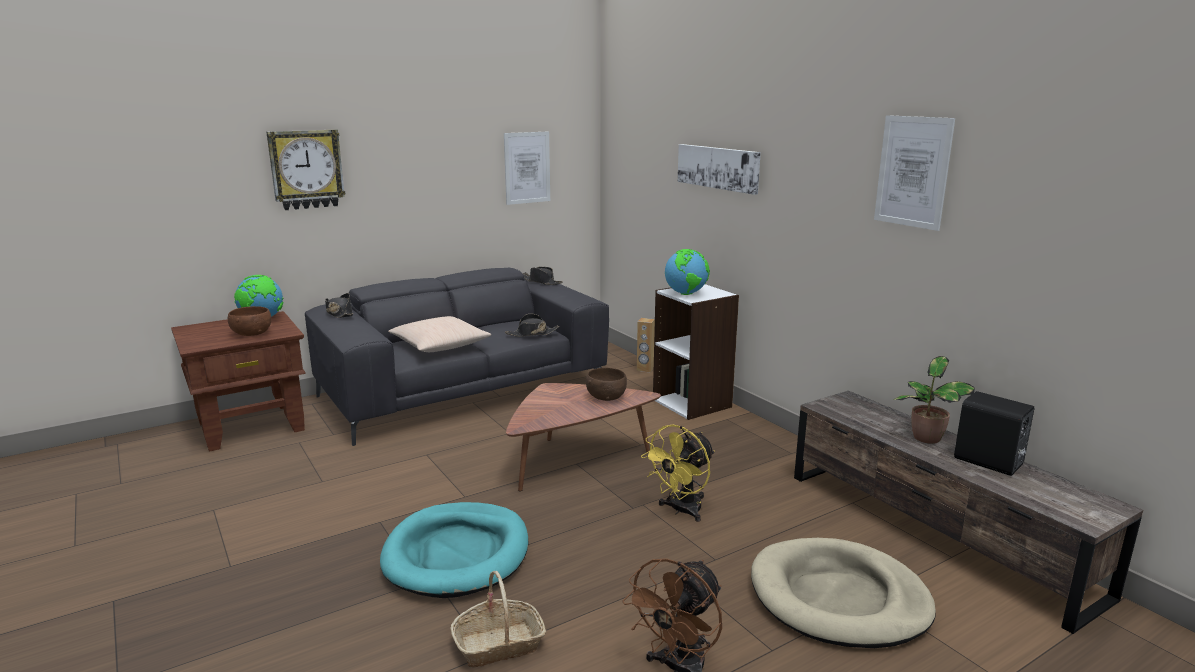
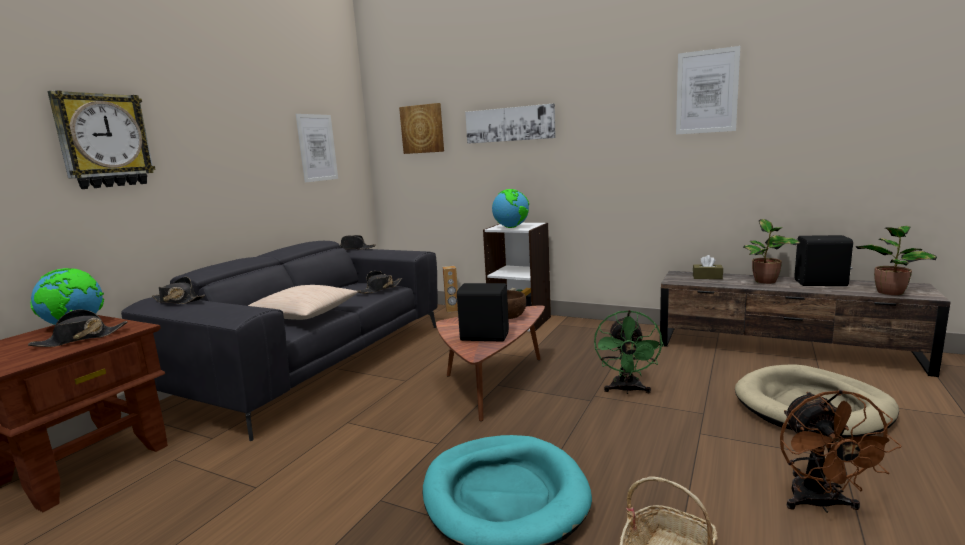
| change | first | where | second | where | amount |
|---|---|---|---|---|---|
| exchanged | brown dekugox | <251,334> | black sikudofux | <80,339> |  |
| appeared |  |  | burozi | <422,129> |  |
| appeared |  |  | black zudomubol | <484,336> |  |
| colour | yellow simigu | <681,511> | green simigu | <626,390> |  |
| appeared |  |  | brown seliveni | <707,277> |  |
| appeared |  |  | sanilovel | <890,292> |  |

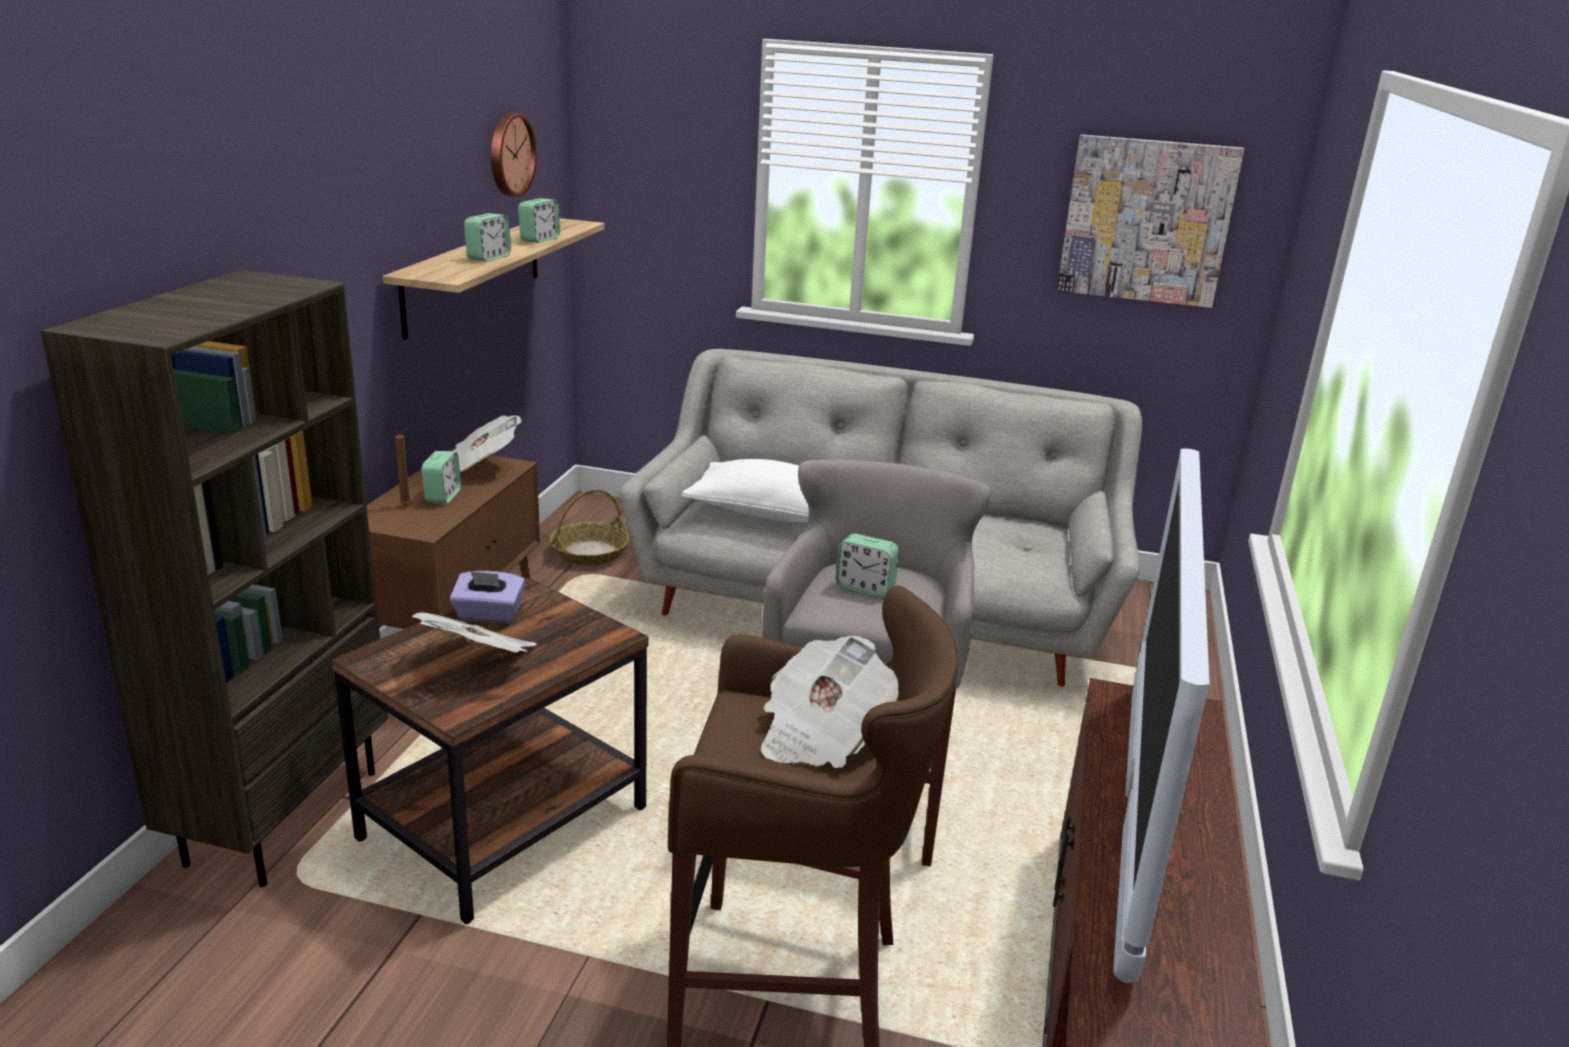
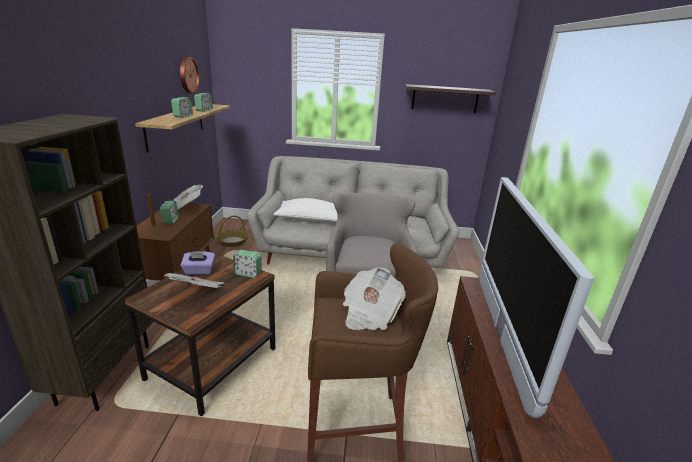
| change | first | where | second | where | amount |
|---|---|---|---|---|---|
| relocated | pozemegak | <865,587> |  | <248,273> |  |
| exchanged | burozi | <1146,221> | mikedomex | <445,99> |  |

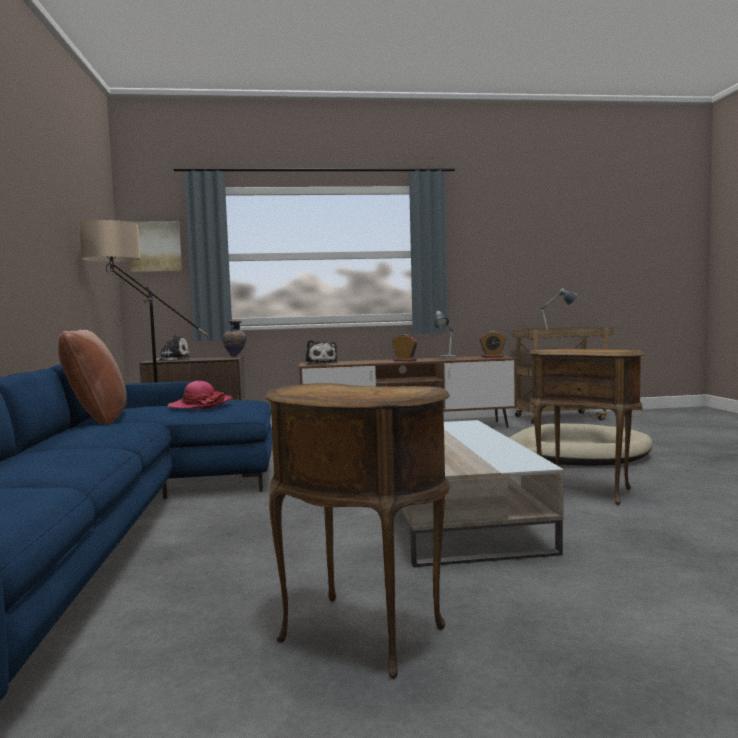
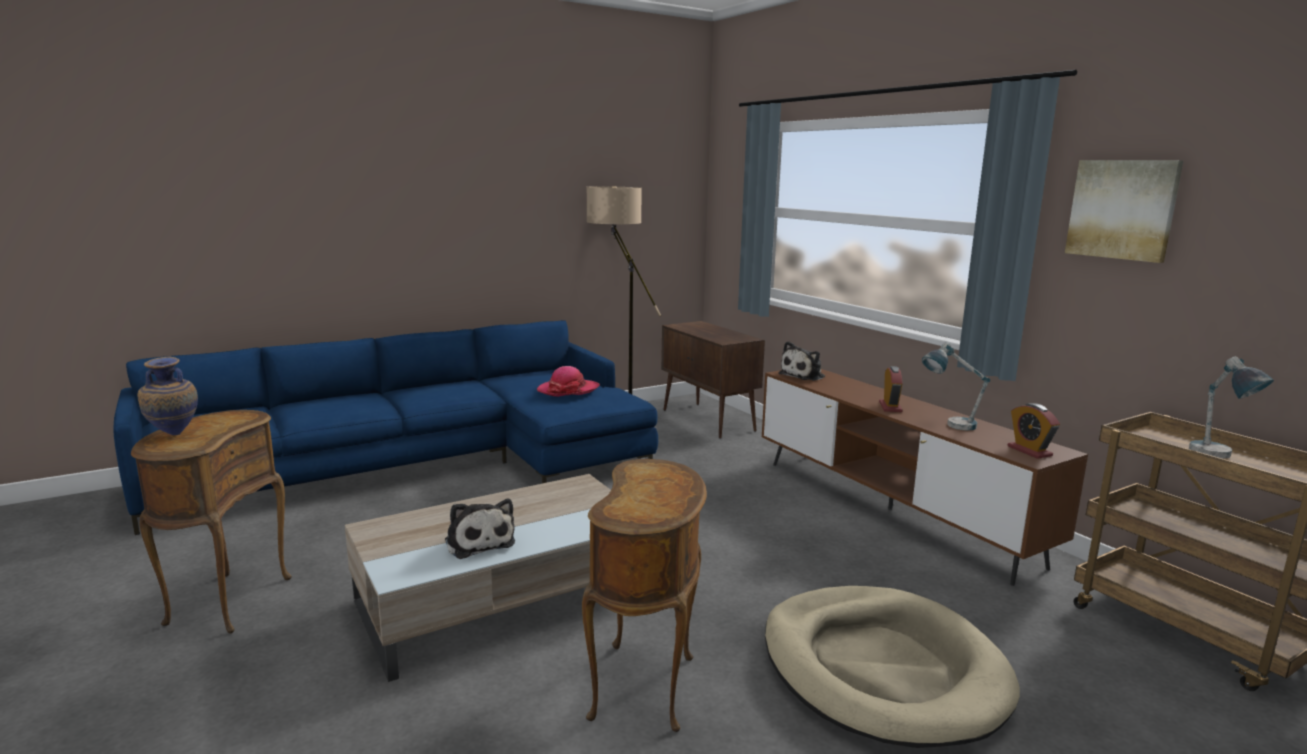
| change | first | where | second | where | amount |
|---|---|---|---|---|---|
| relocated | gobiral | <235,357> |  | <173,436> |  |
| relocated | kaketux | <172,359> |  | <479,542> |  |
| relocated | burozi | <155,246> |  | <1122,209> |  |
| missing | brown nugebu | <97,420> |  |  |  |

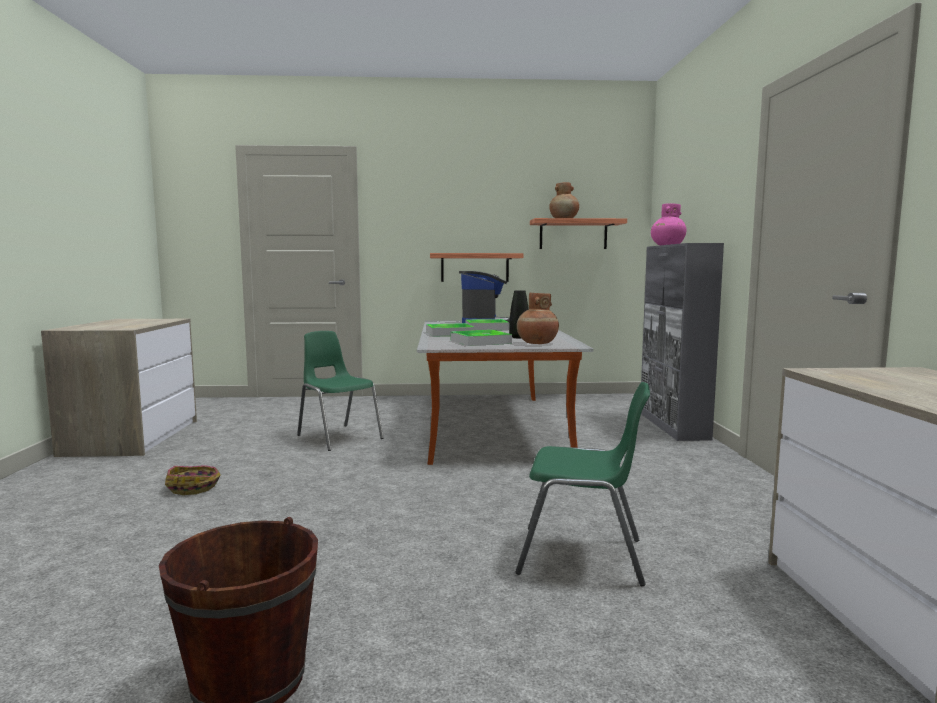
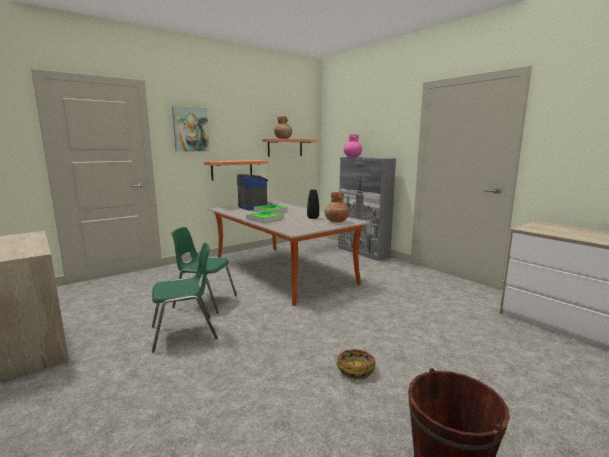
| change | first | where | second | where | amount |
|---|---|---|---|---|---|
| relocated | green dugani | <583,556> |  | <185,333> |  |
| appeared |  |  | burozi | <190,129> |  |
| relocated | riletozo | <194,487> |  | <355,369> |  |
| missing | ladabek | <480,342> |  |  |  |

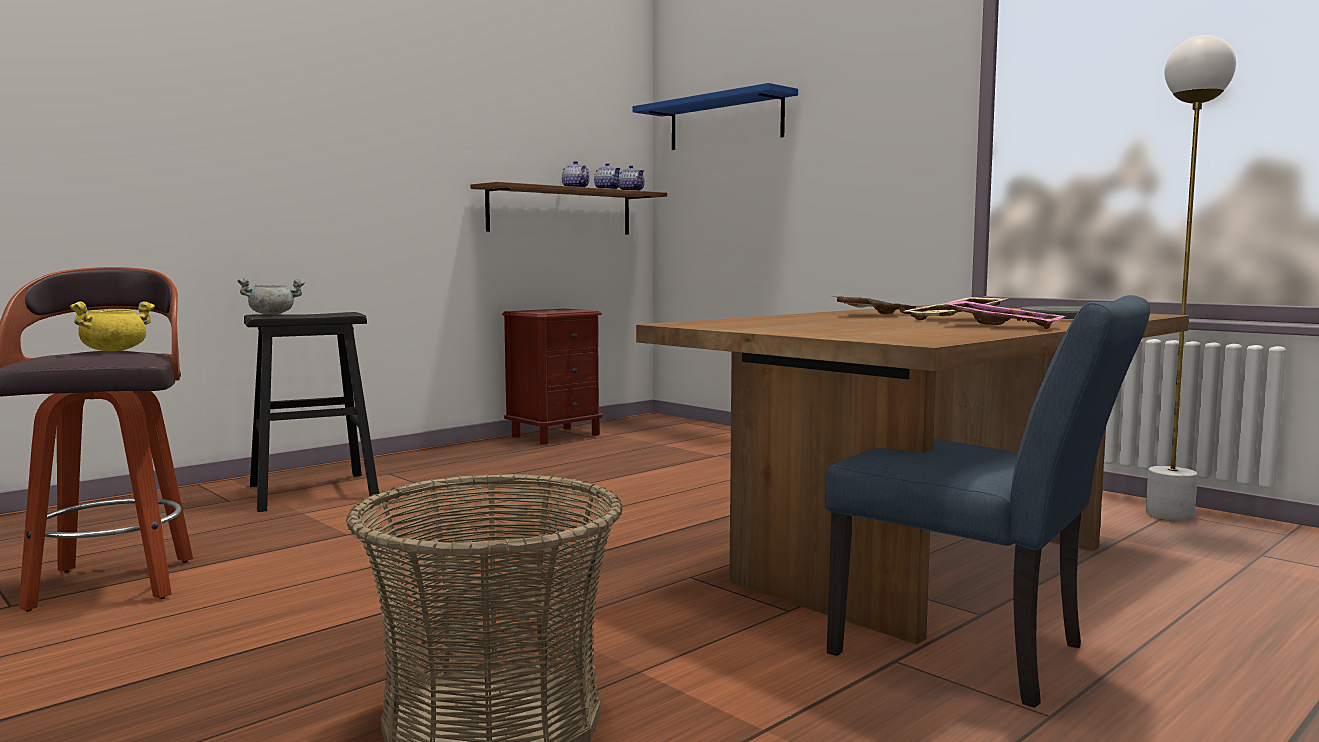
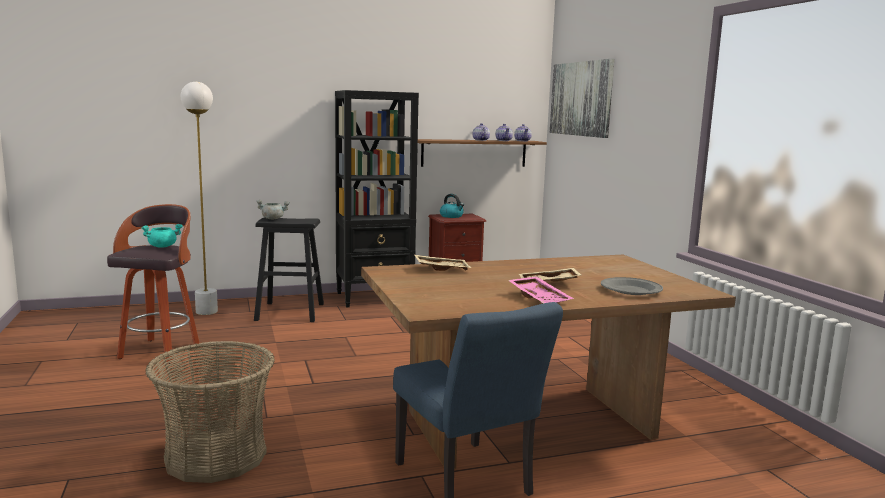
| change | first | where | second | where | amount |
|---|---|---|---|---|---|
| colour | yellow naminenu | <114,350> | turquoise naminenu | <163,246> |  |
| relocated | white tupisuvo | <1170,515> |  | <207,312> |  |
| appeared |  |  | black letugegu | <375,298> |  |
| relocated | beige ladabek | <874,314> |  | <441,269> |  |
| appeared |  |  | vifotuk | <452,216> |  |
| exchanged | blue mikedomex | <725,122> | burozi | <581,99> |  |

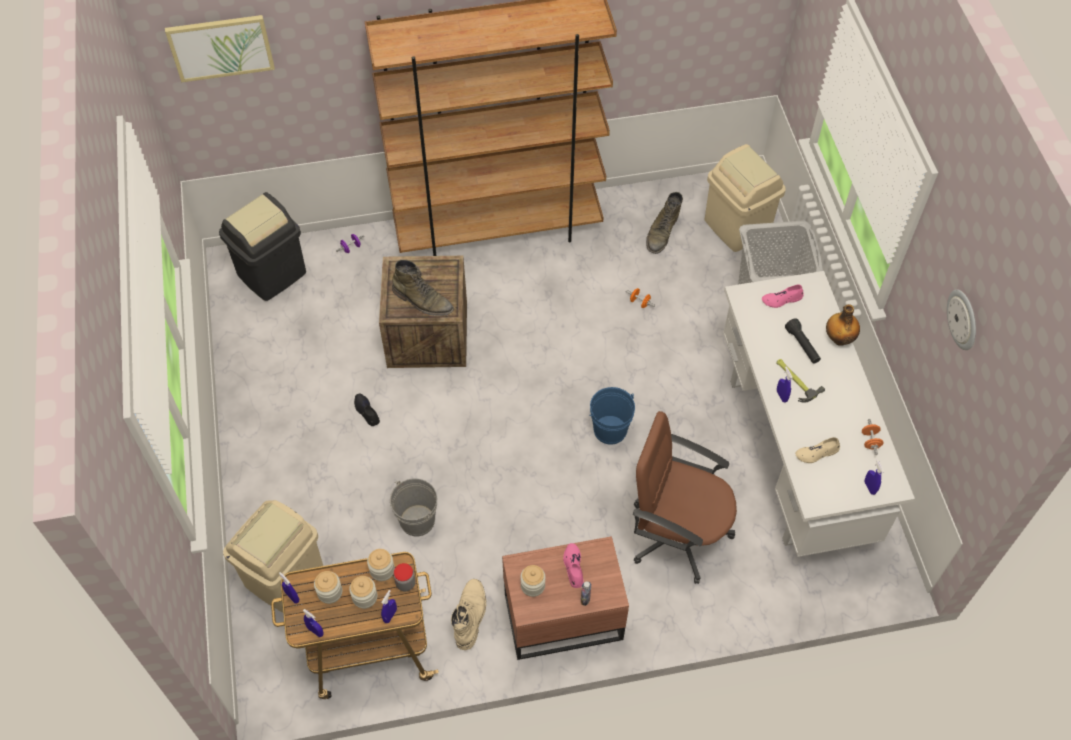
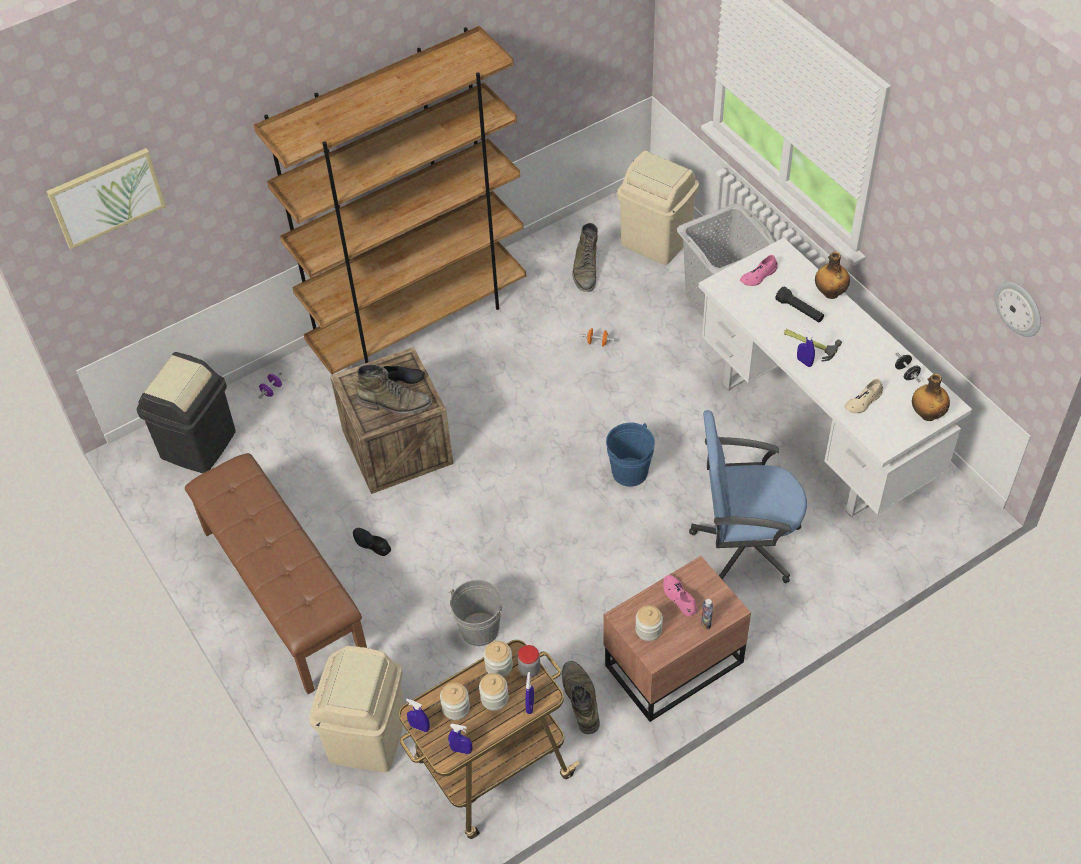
| change | first | where | second | where | amount |
|---|---|---|---|---|---|
| appeared |  |  | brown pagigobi | <282,593> |  |
| appeared |  |  | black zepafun | <402,378> |  |
| colour | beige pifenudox | <470,615> | green pifenudox | <580,699> |  |
| colour | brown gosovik | <677,533> | blue gosovik | <744,544> |  |
| colour | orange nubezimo | <870,441> | black nubezimo | <906,373> |  |
| exchanged | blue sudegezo | <869,487> | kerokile | <927,414> |  |
| relocated | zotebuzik | <963,319> |  | <1019,308> |  |

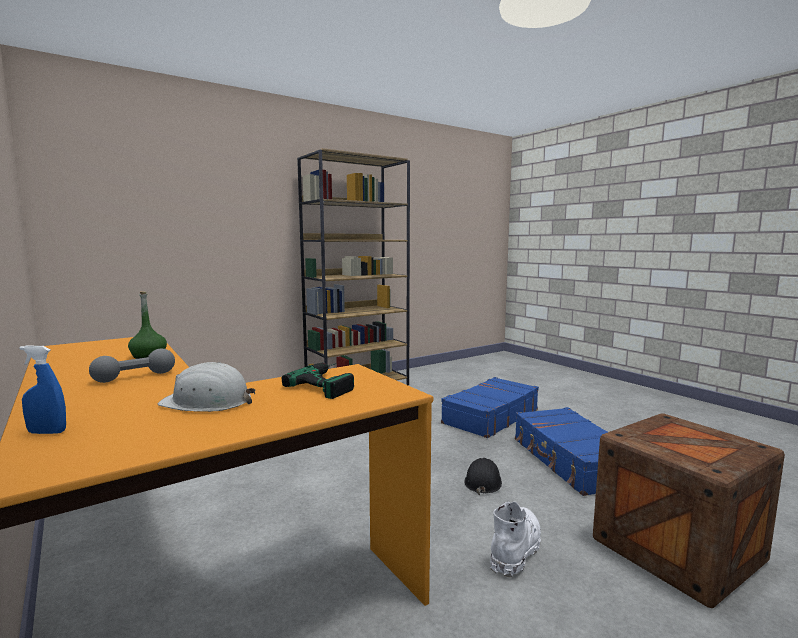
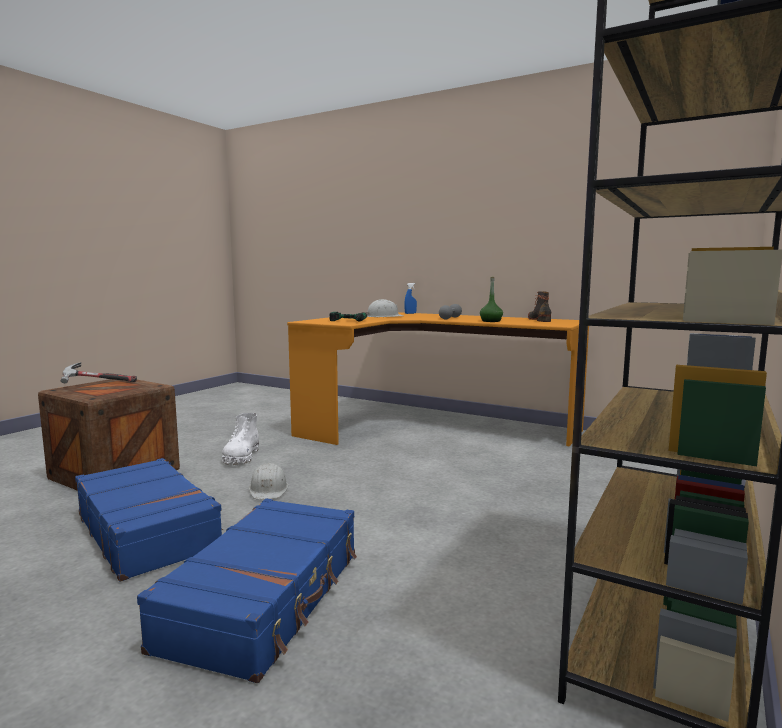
| change | first | where | second | where | amount |
|---|---|---|---|---|---|
| appeared |  |  | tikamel | <98,383> |  |
| colour | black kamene | <483,481> | white kamene | <268,489> |  |
| appeared |  |  | pifenudox | <540,320> |  |

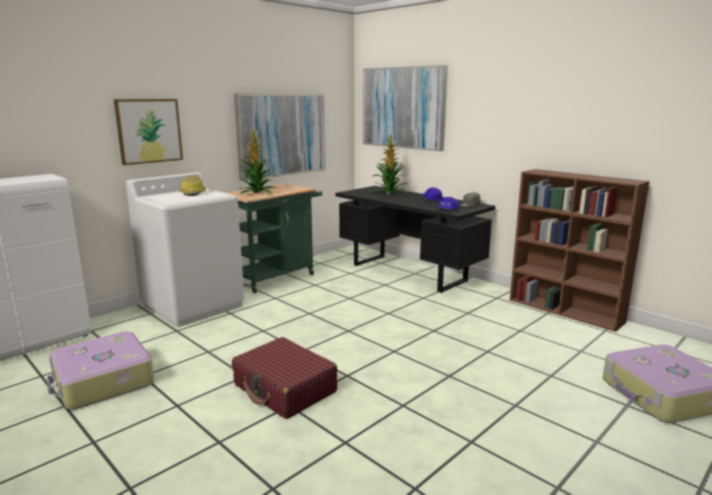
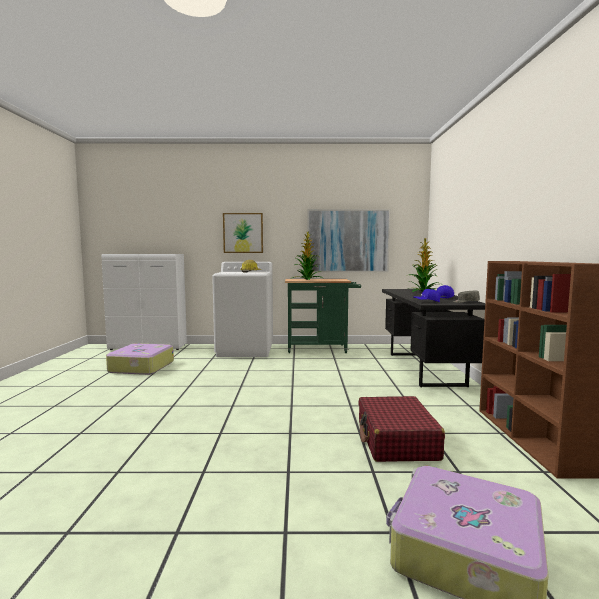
| change | first | where | second | where | amount |
|---|---|---|---|---|---|
| relocated | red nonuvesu | <285,389> |  | <396,440> |  |
| missing | burozi | <403,108> |  |  |  |

